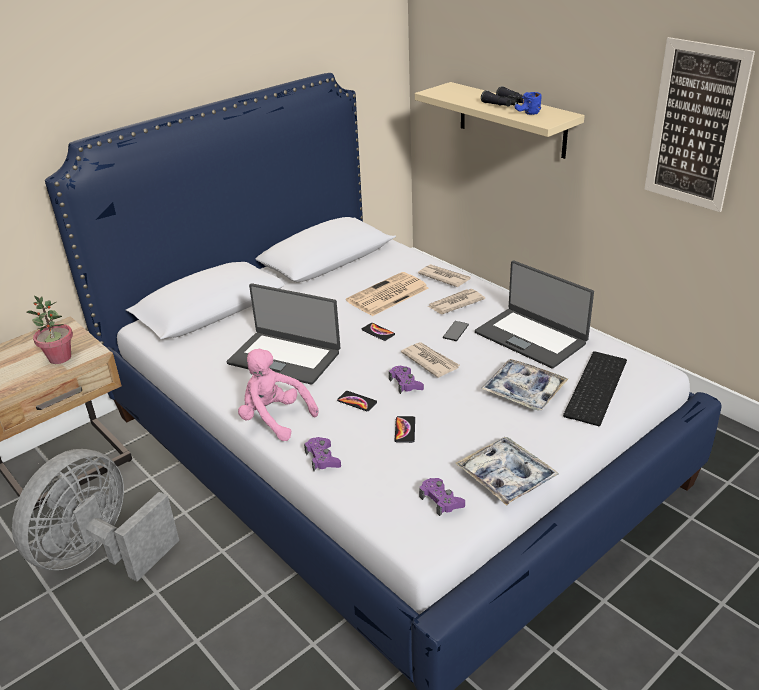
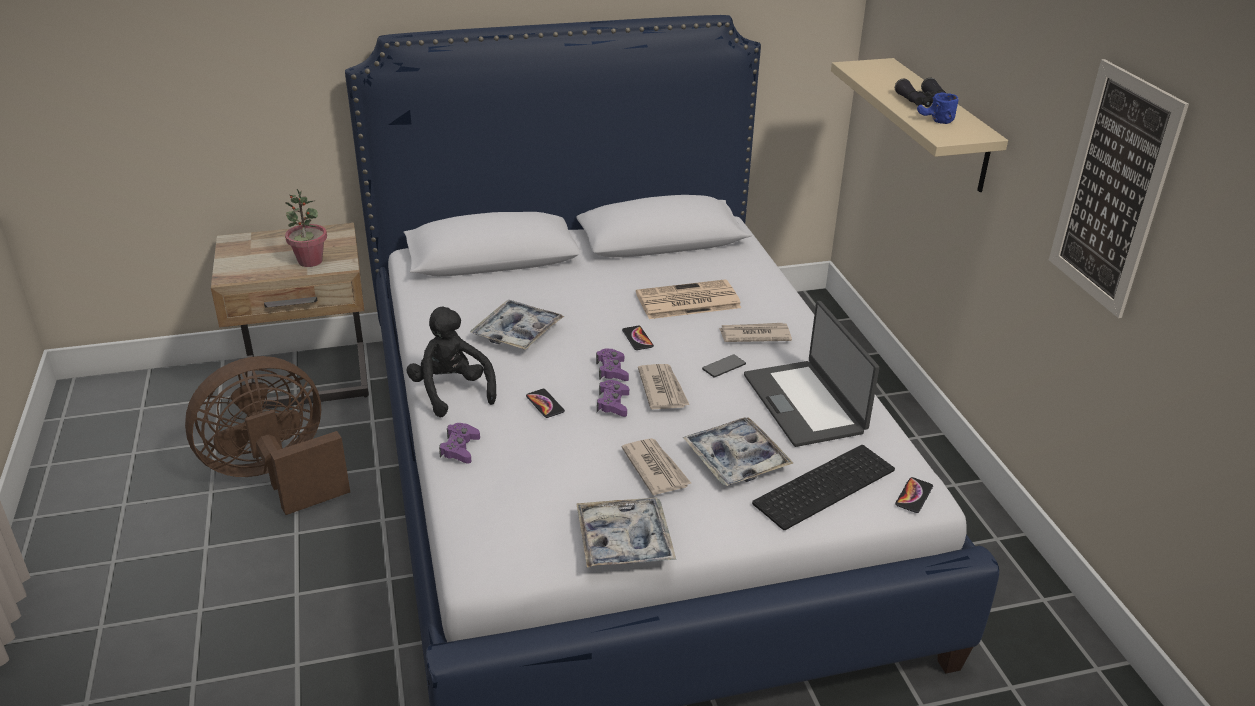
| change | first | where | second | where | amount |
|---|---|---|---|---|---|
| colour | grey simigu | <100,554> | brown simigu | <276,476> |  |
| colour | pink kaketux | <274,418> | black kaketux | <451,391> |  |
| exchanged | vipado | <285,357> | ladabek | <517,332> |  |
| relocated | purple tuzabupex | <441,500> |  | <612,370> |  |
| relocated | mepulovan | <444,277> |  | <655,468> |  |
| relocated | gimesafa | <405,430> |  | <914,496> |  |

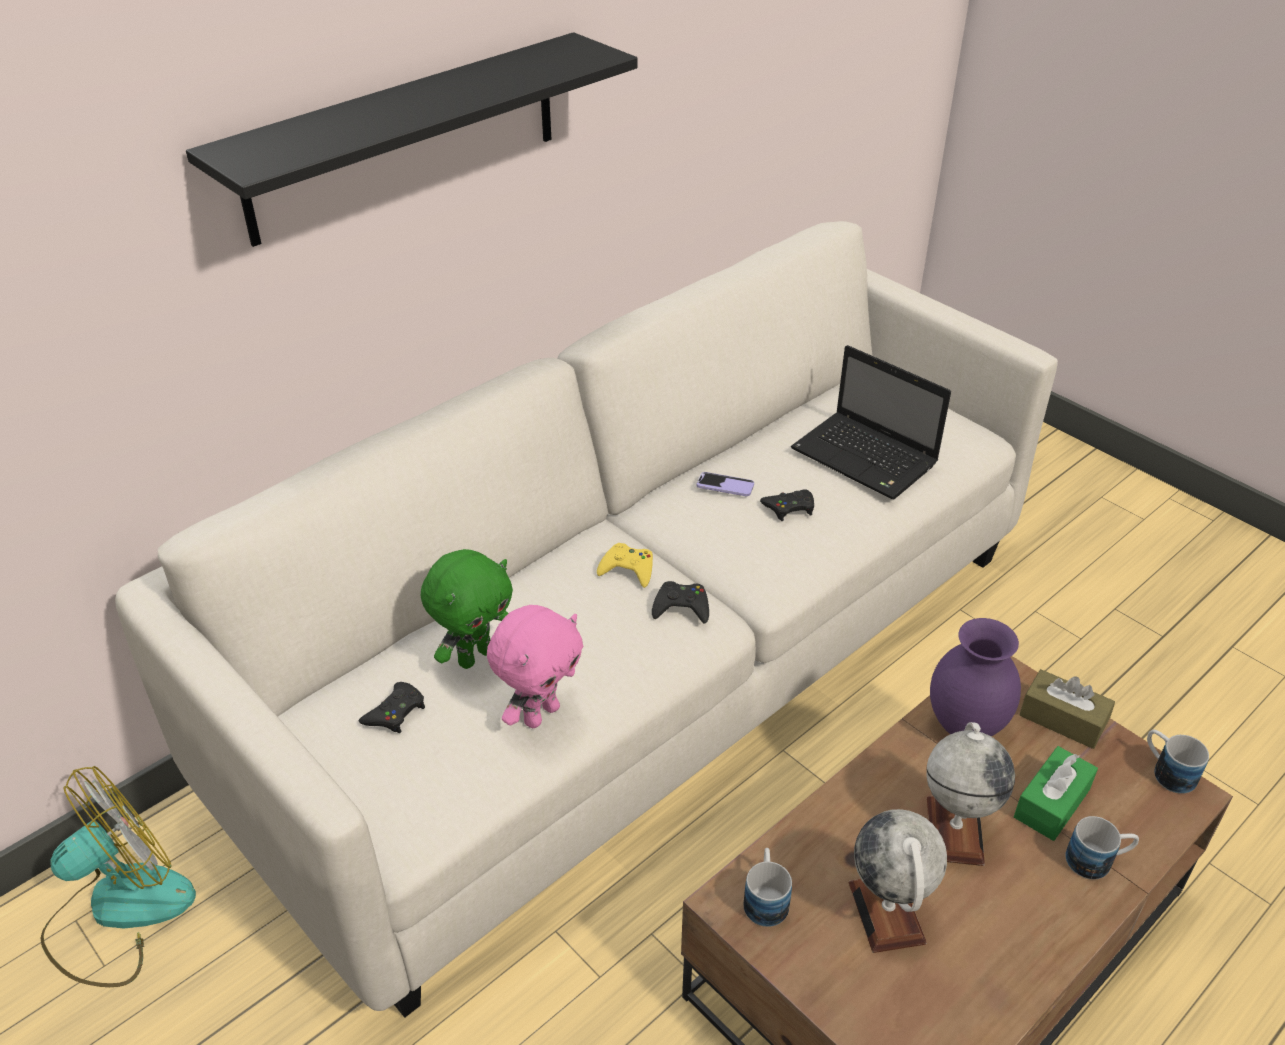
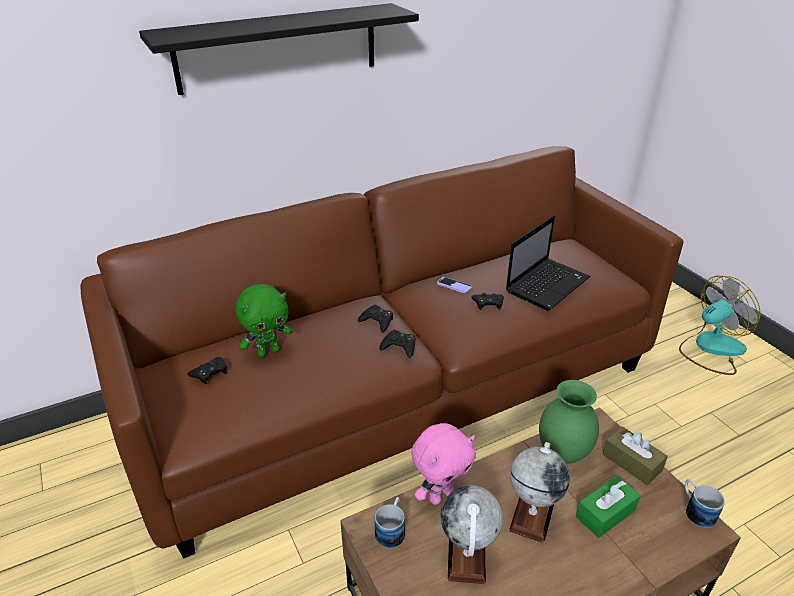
| change | first | where | second | where | amount |
|---|---|---|---|---|---|
| colour | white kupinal | <641,665> | brown kupinal | <397,390> |  |
| colour | yellow tuzabupex | <628,569> | black tuzabupex | <377,321> |  |
| relocated | pink kaketux | <540,714> |  | <441,495> |  |
| spun | vipado | <867,458> |  | <548,284> | 105 degrees counterclockwise |
| colour | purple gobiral | <964,727> | green gobiral | <562,454> |  |
| relocated | simigu | <118,912> |  | <711,349> |  |
| missing | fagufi | <1097,861> |  |  |  |

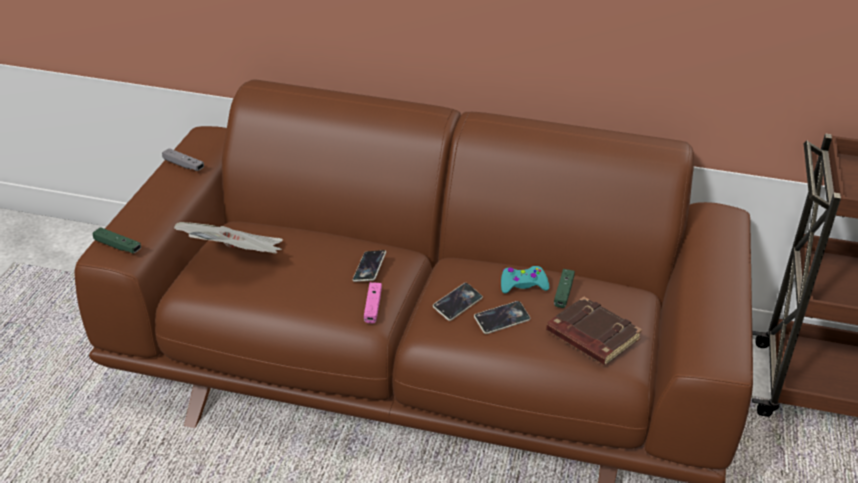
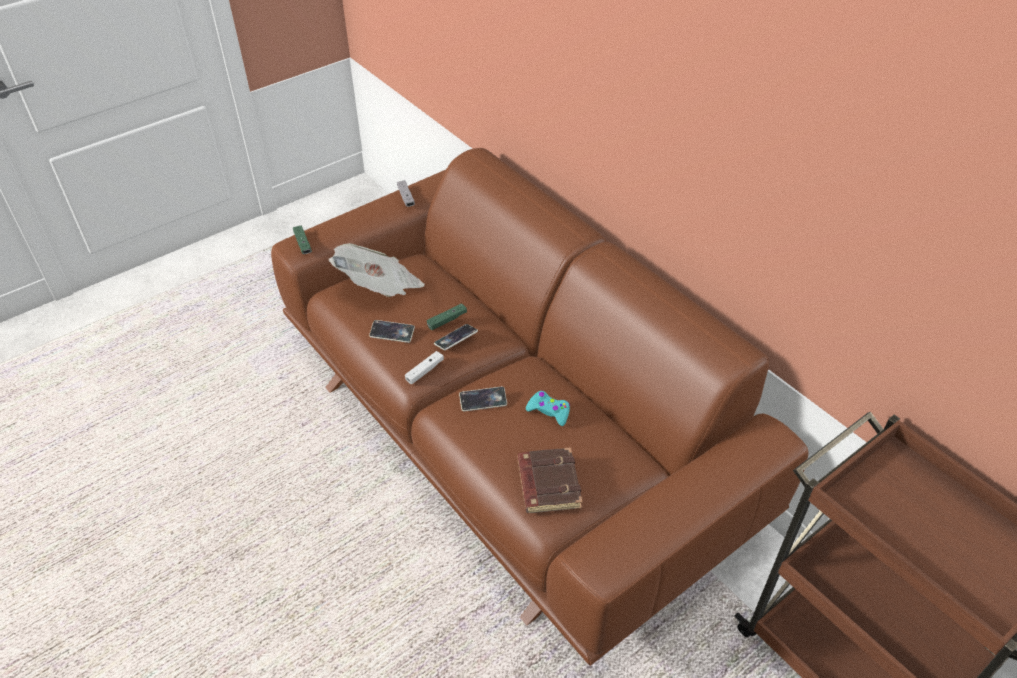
| change | first | where | second | where | amount |
|---|---|---|---|---|---|
| relocated | gimesafa | <502,320> |  | <392,333> |  |
| colour | pink tuzabupex | <372,307> | white tuzabupex | <424,371> |  |
| relocated | green tuzabupex | <563,293> |  | <447,320> |  |

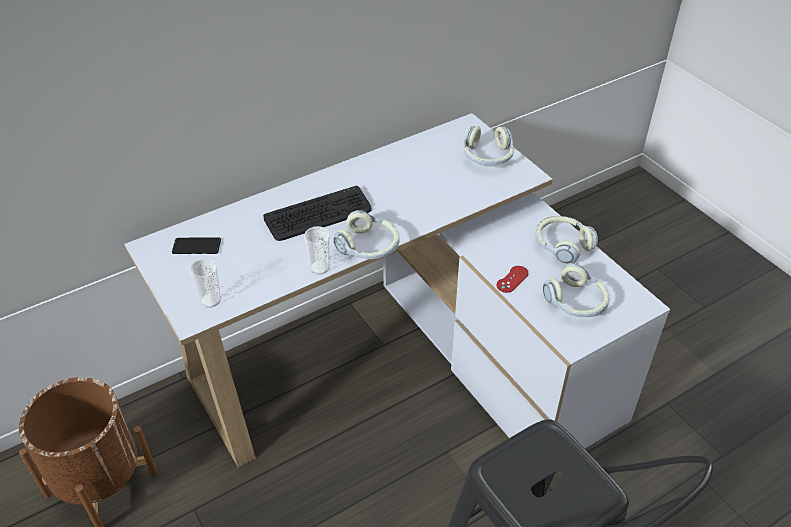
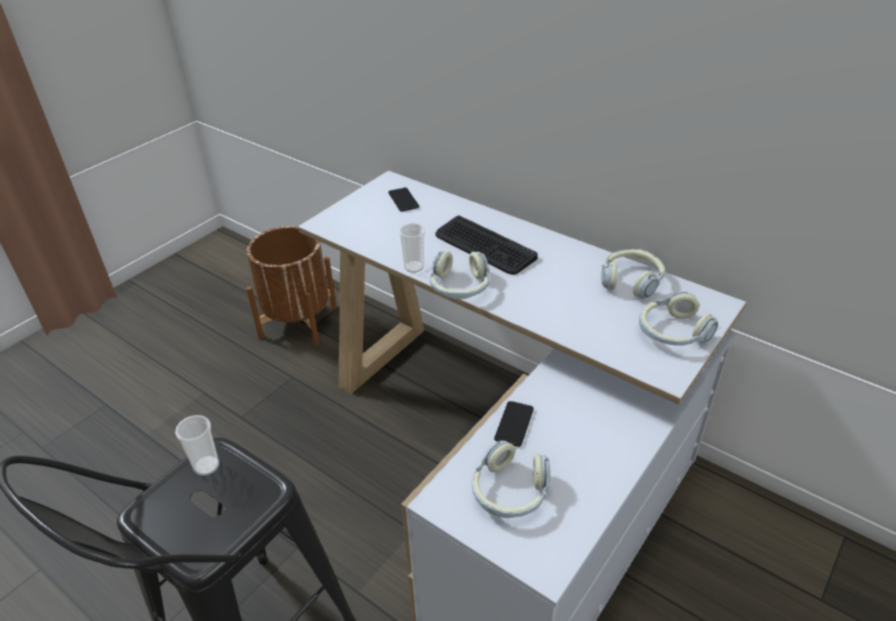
| change | first | where | second | where | amount |
|---|---|---|---|---|---|
| relocated | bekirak | <210,300> |  | <206,466> |  |
| exchanged | red tuzabupex | <512,279> | gimesafa | <514,424> |  |
| relocated | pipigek | <562,245> |  | <631,281> |  |

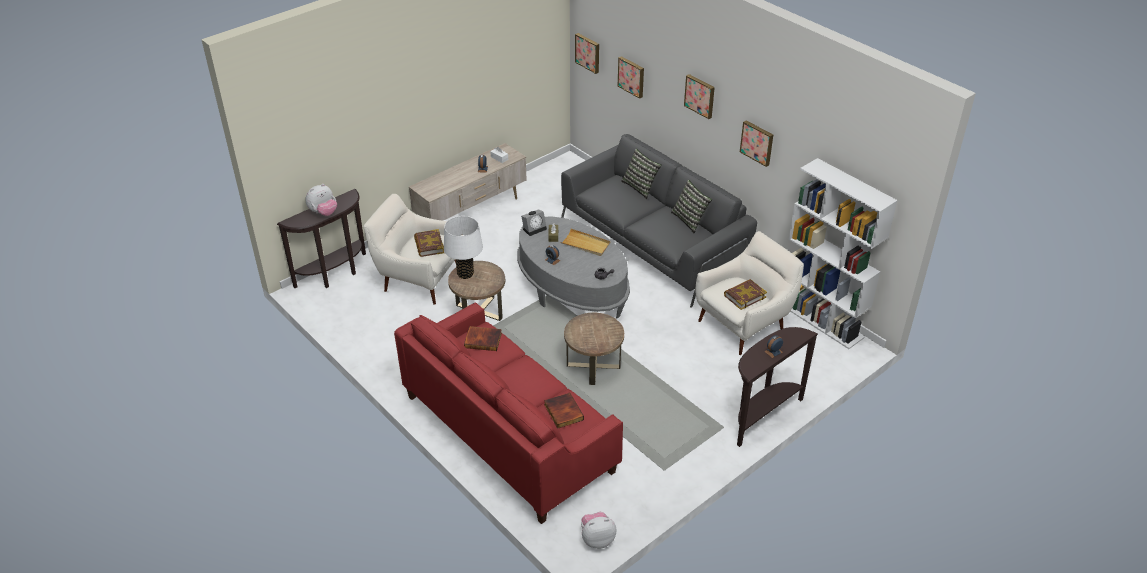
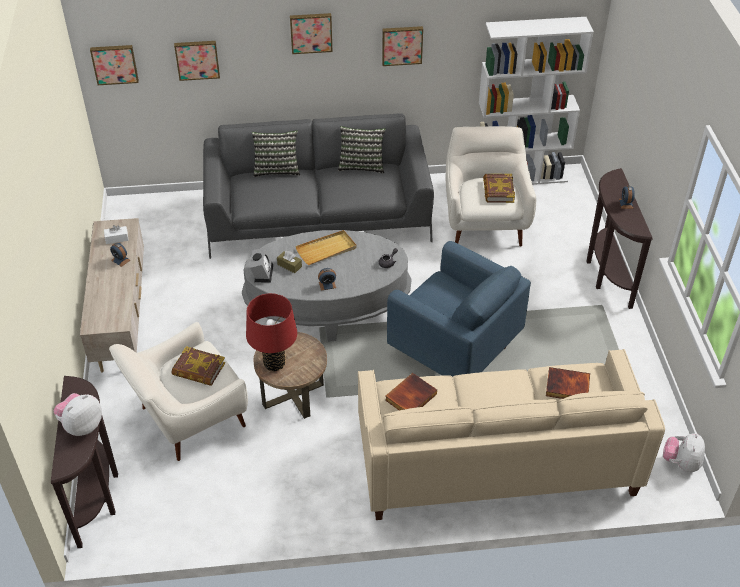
| change | first | where | second | where | amount |
|---|---|---|---|---|---|
| spun | kaketux | <323,213> |  | <81,425> | 135 degrees counterclockwise |
| colour | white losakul | <465,274> | red losakul | <274,364> |  |
| colour | red kupinal | <508,433> | beige kupinal | <495,460> |  |
| exchanged | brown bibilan | <593,366> | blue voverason | <453,349> |  |

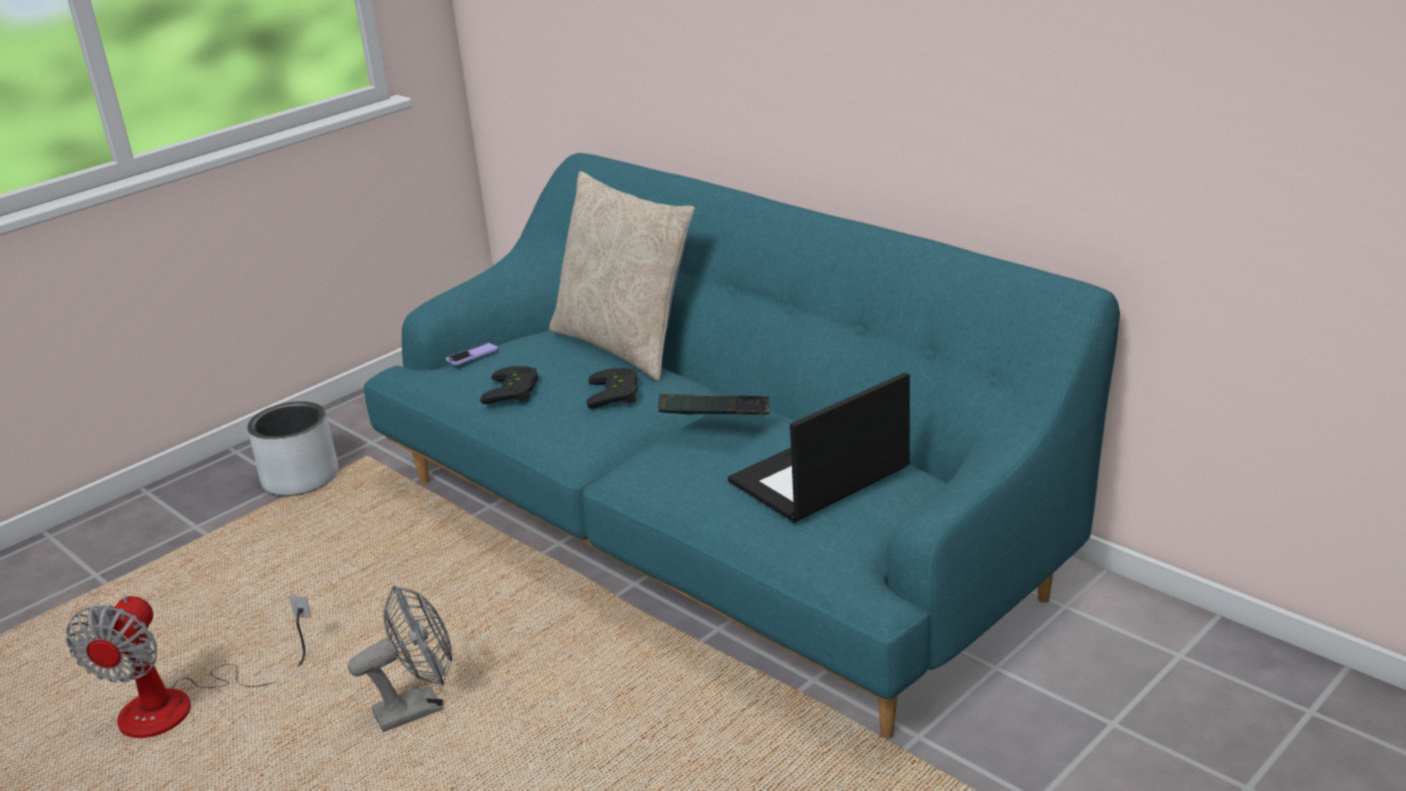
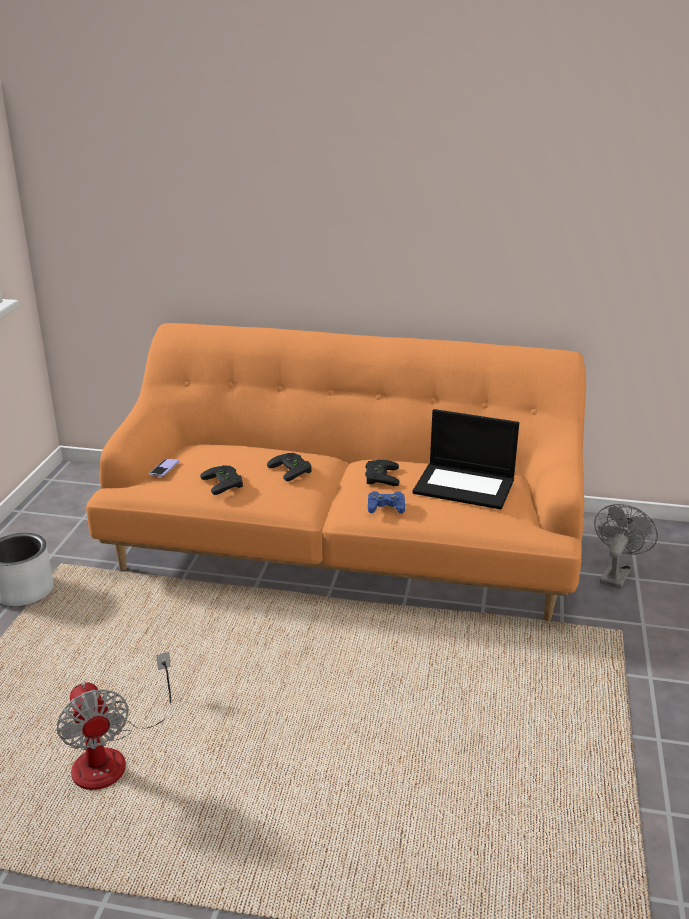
| change | first | where | second | where | amount |
|---|---|---|---|---|---|
| colour | turquoise kupinal | <714,530> | orange kupinal | <344,545> |  |
| exchanged | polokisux | <716,431> | black tuzabupex | <379,476> |  |
| appeared |  |  | blue tuzabupex | <386,507> |  |
| spun | vipado | <819,477> |  | <465,486> | 90 degrees counterclockwise |
| relocated | grey simigu | <419,707> |  | <616,574> |  |
| missing | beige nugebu | <625,345> |  |  |  |

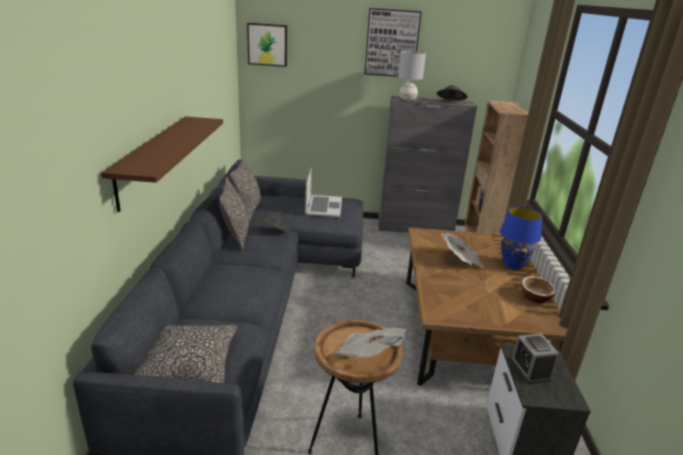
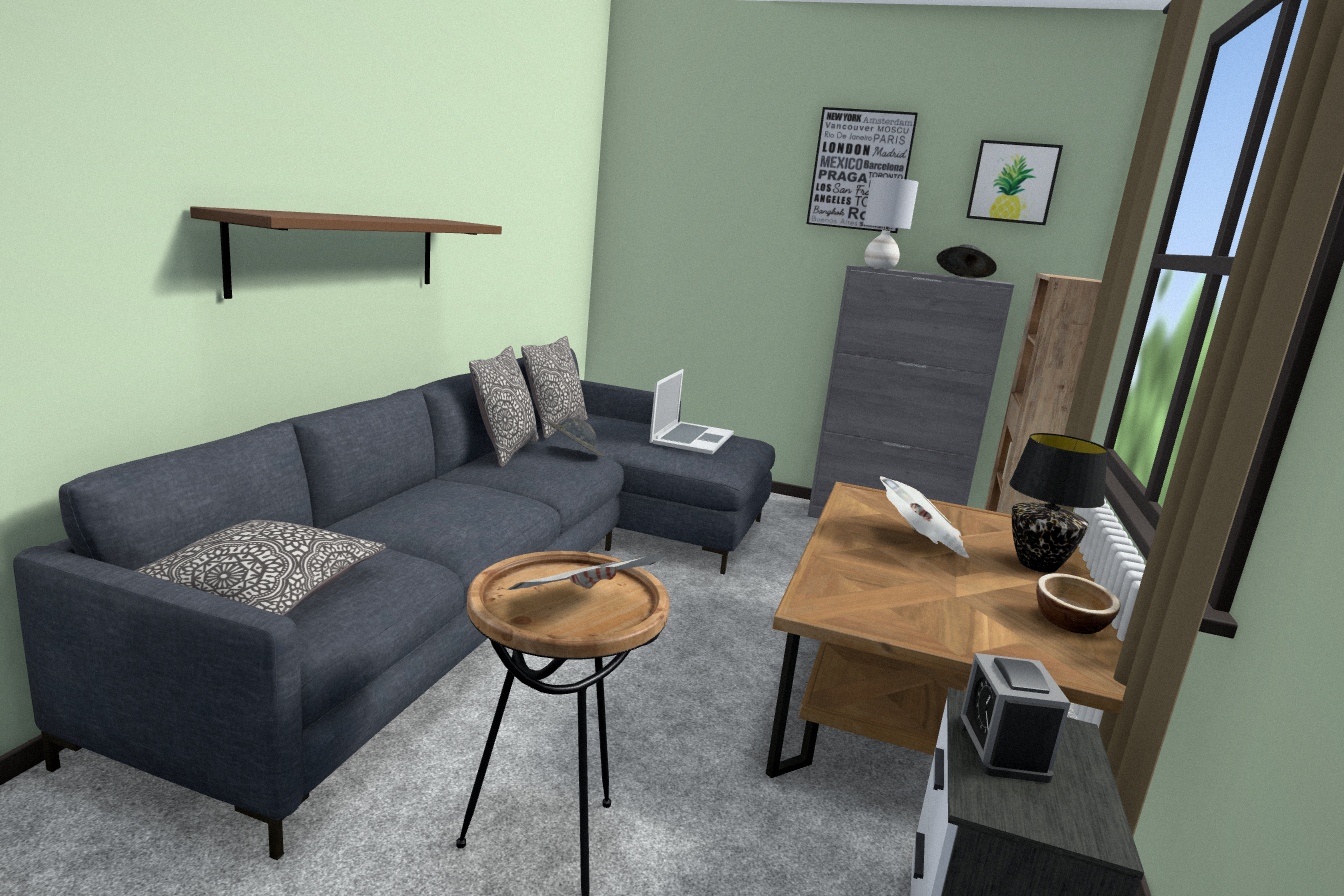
| change | first | where | second | where | amount |
|---|---|---|---|---|---|
| relocated | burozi | <267,44> |  | <1012,183> |  |
| colour | blue losakul | <512,265> | black losakul | <1037,565> |  |

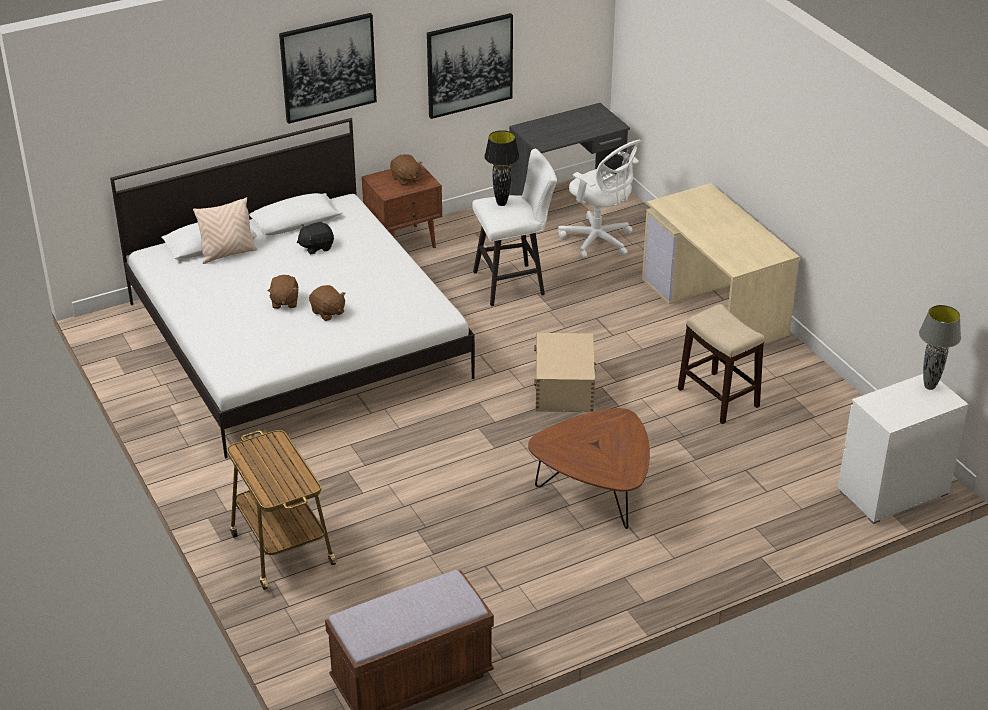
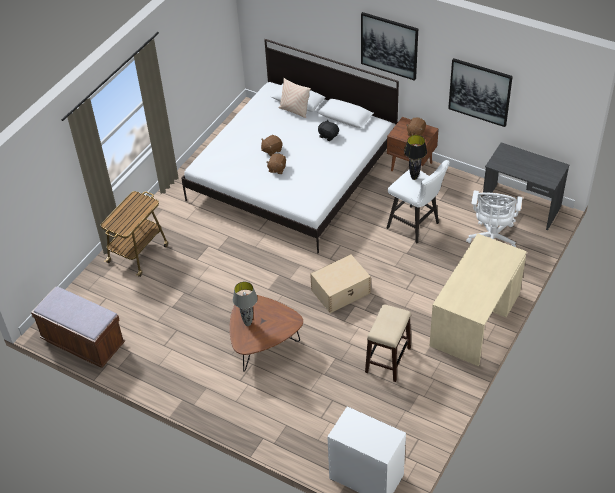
| change | first | where | second | where | amount |
|---|---|---|---|---|---|
| relocated | grey losakul | <930,387> |  | <248,324> |  |

